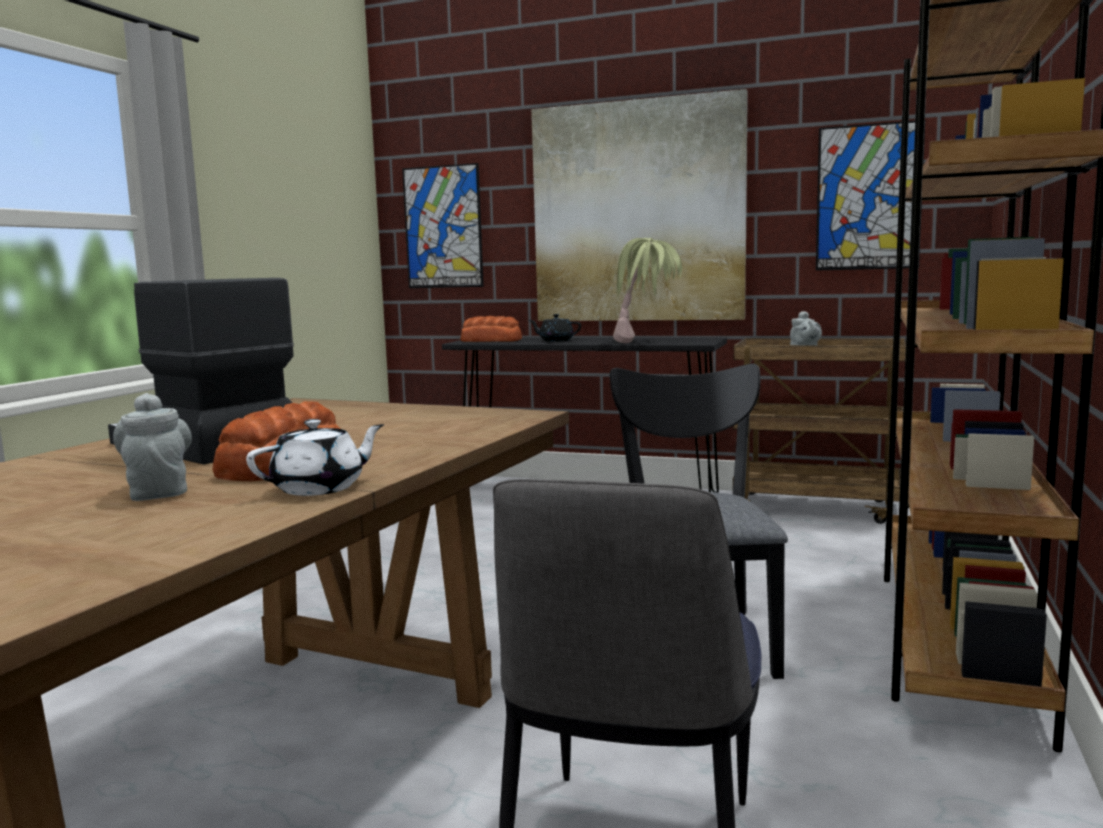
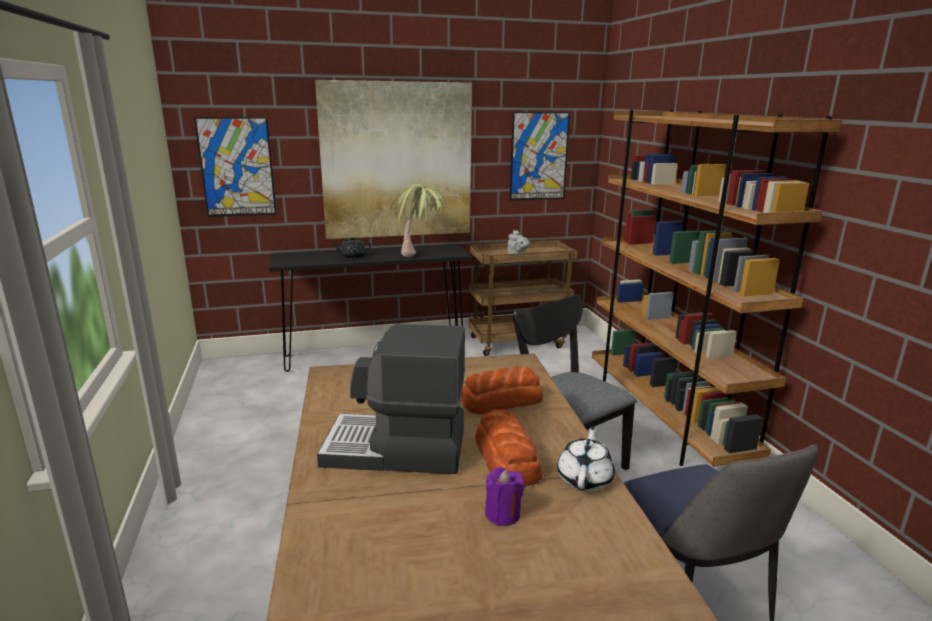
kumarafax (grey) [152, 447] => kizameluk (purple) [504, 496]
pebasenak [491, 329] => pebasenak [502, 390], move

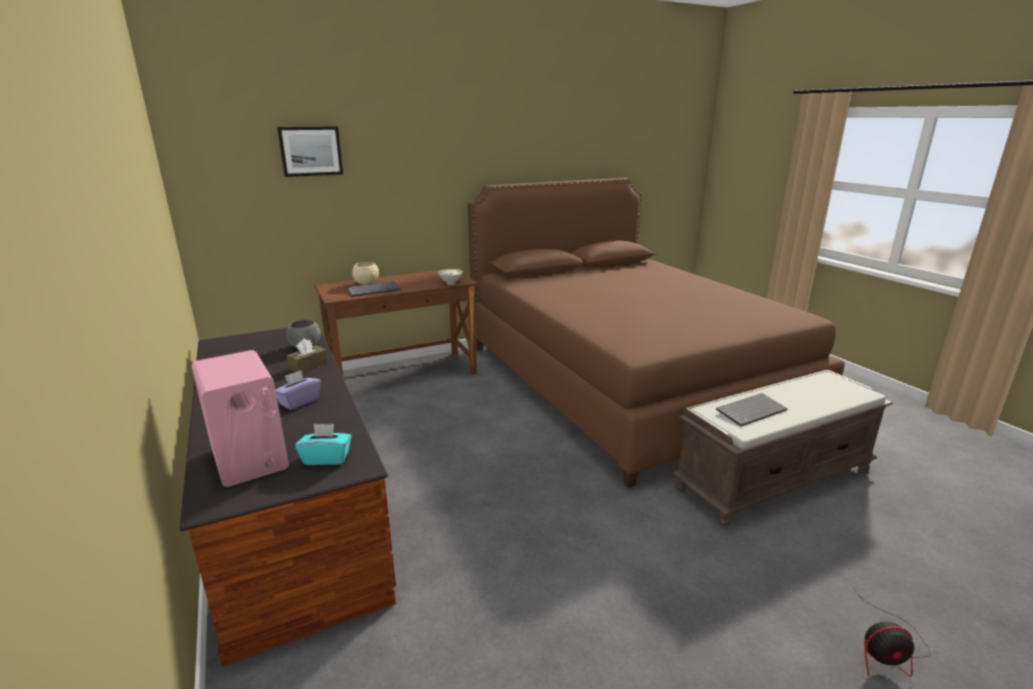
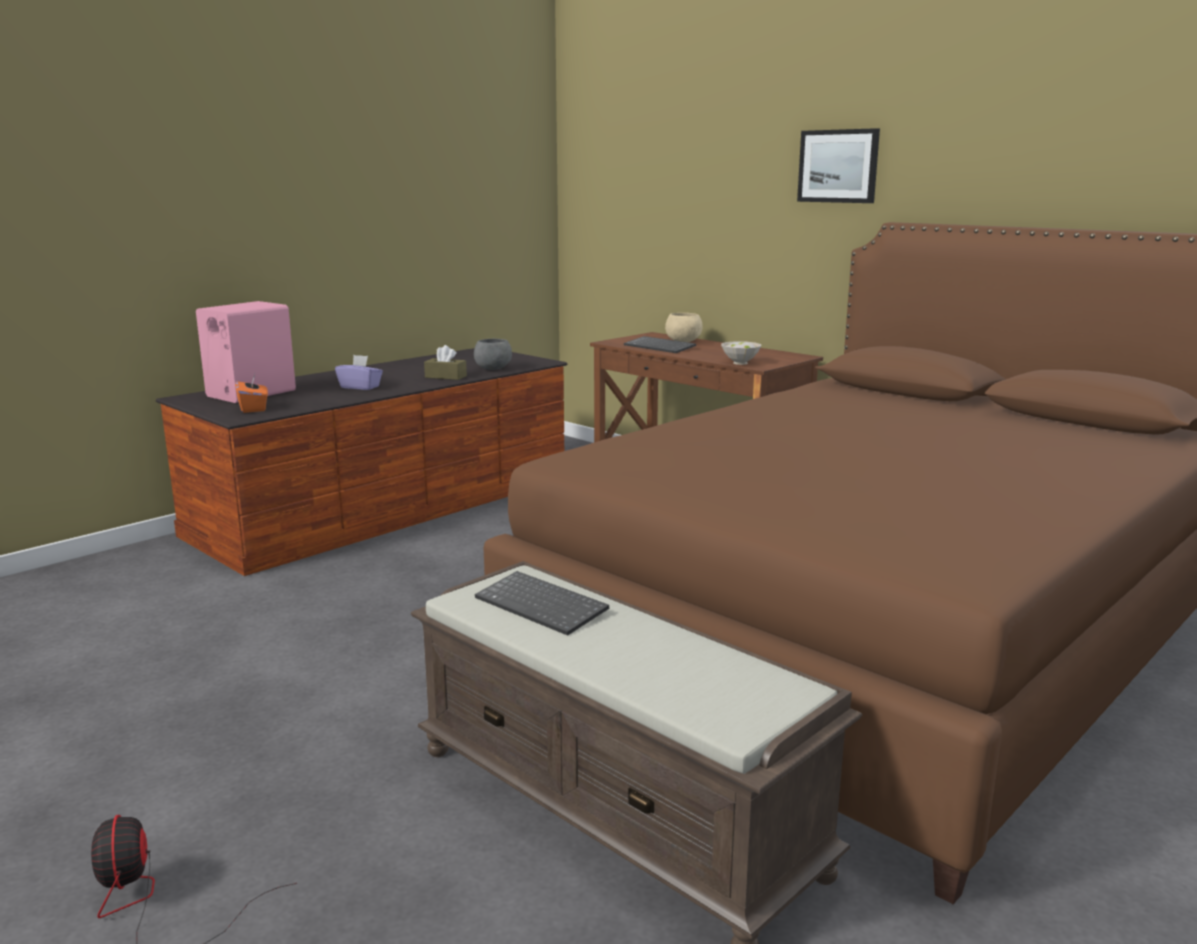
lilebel [310, 151] => lilebel [838, 165], move
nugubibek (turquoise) [323, 444] => nugubibek (orange) [251, 393]

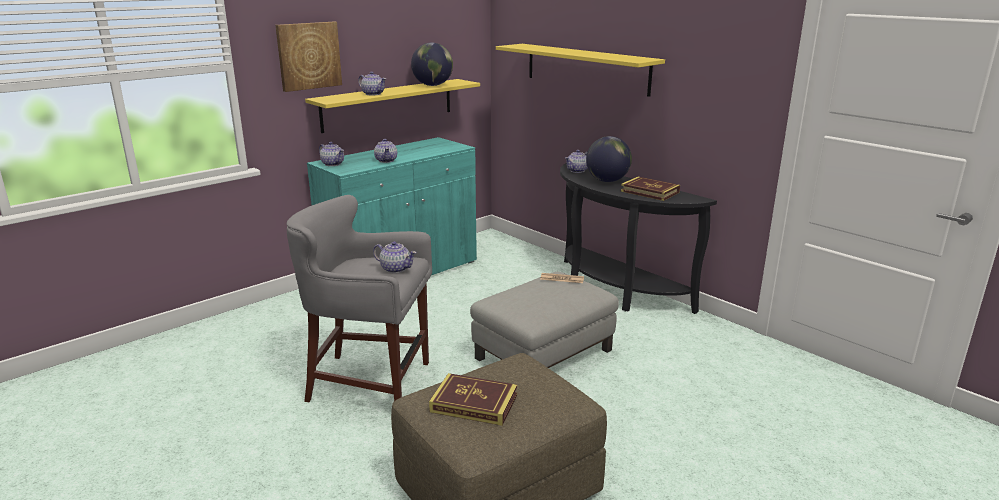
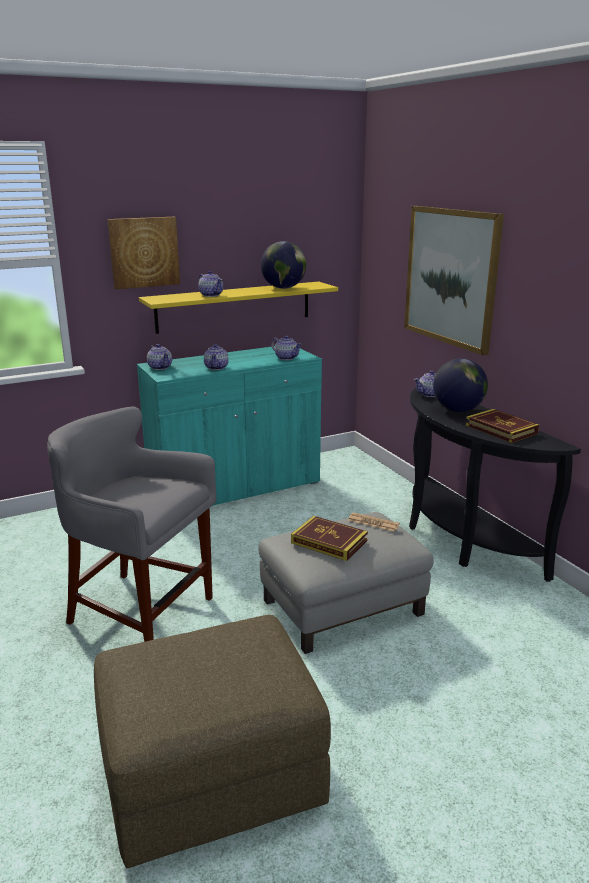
kumarafax [395, 257] => kumarafax [286, 347], move
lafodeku [473, 399] => lafodeku [329, 538], move
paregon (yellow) [580, 70] => lilebel [454, 281]

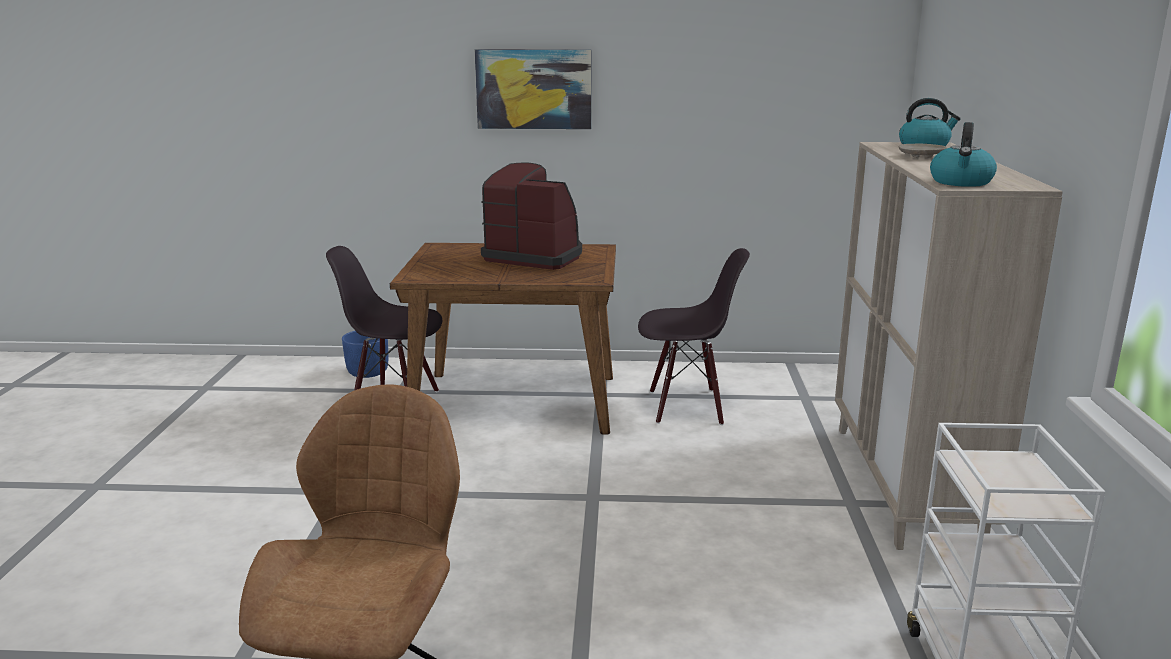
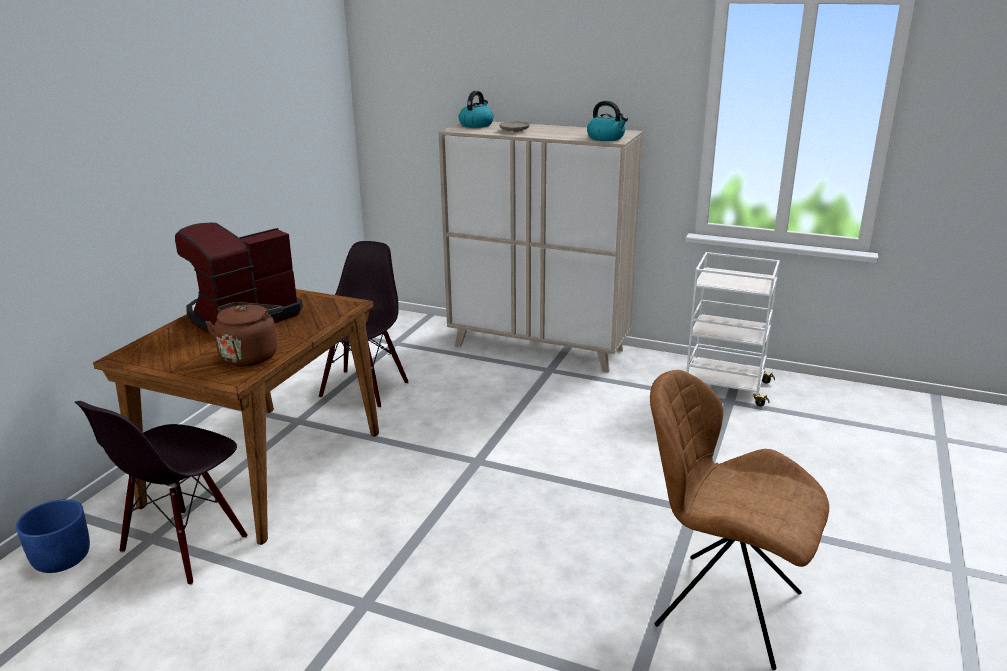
lilebel [533, 89] => nothing
nothing => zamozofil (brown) [243, 334]

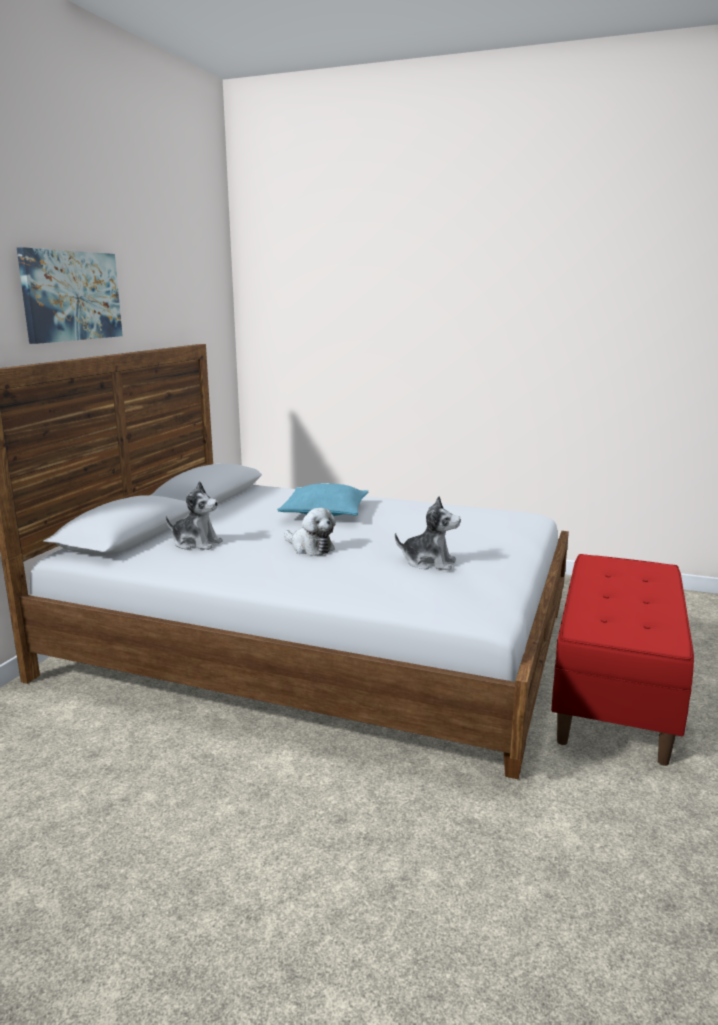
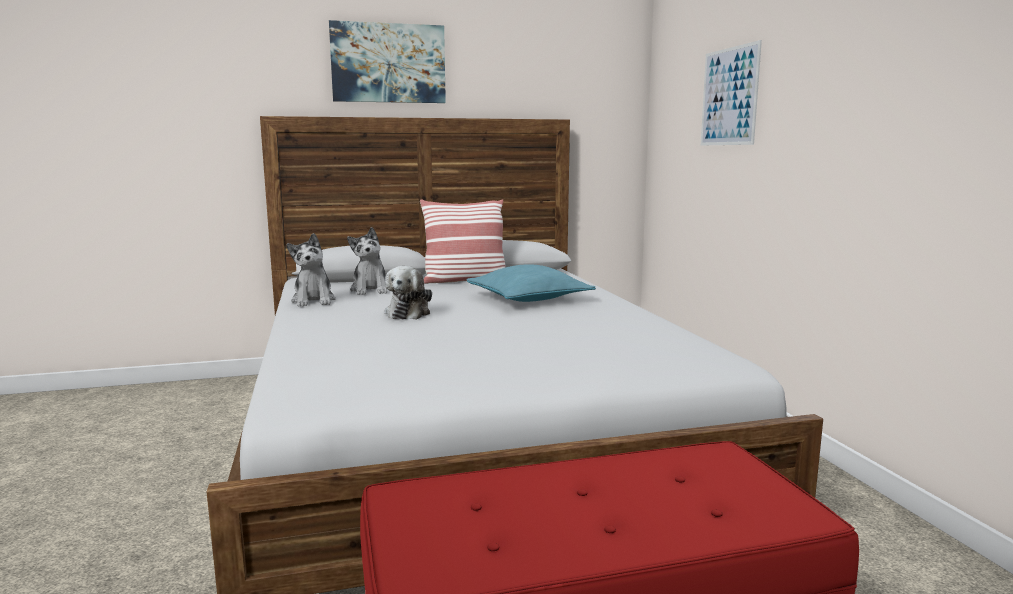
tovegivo [428, 533] => tovegivo [311, 270], move
nothing => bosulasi [462, 241]
nothing => lilebel [731, 92]

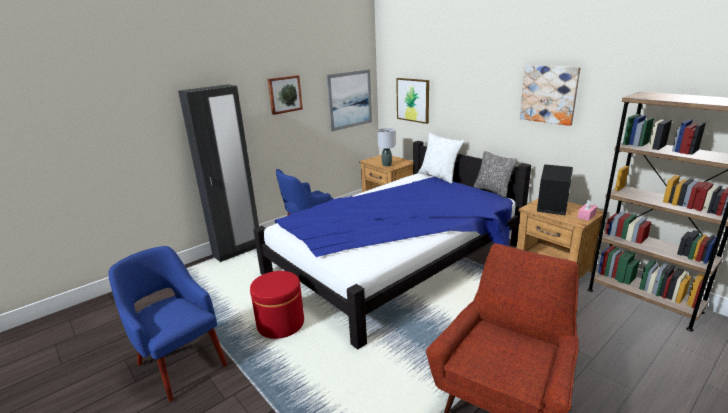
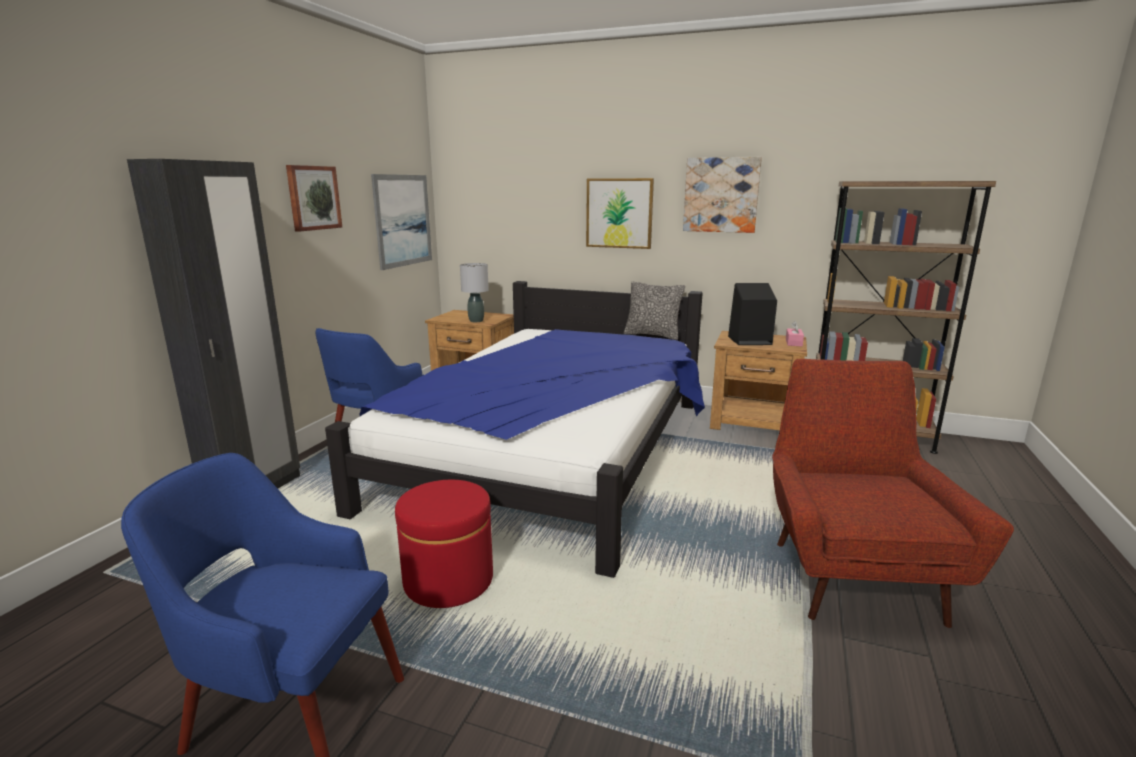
lilebel [412, 101] => lilebel [620, 213], move
bosulasi (white) [441, 158] => nothing

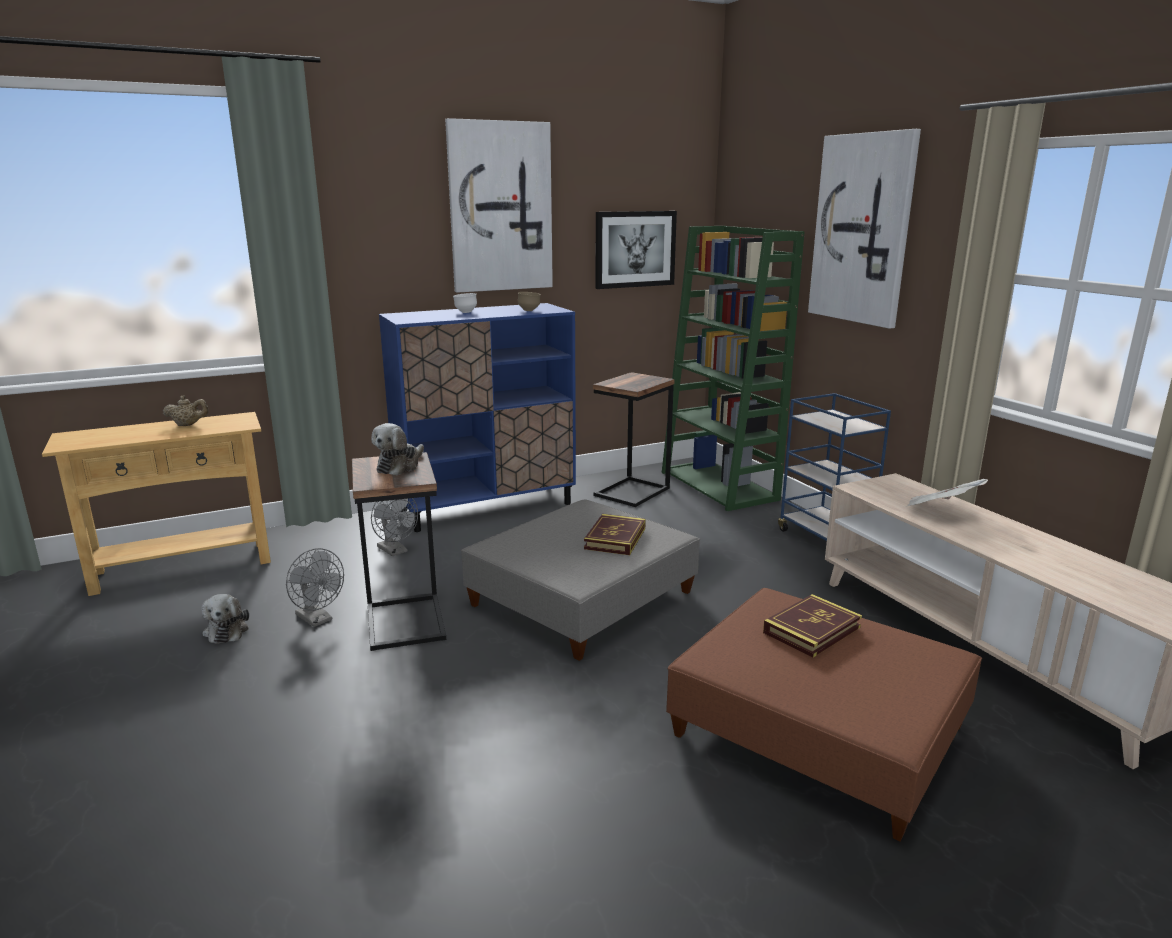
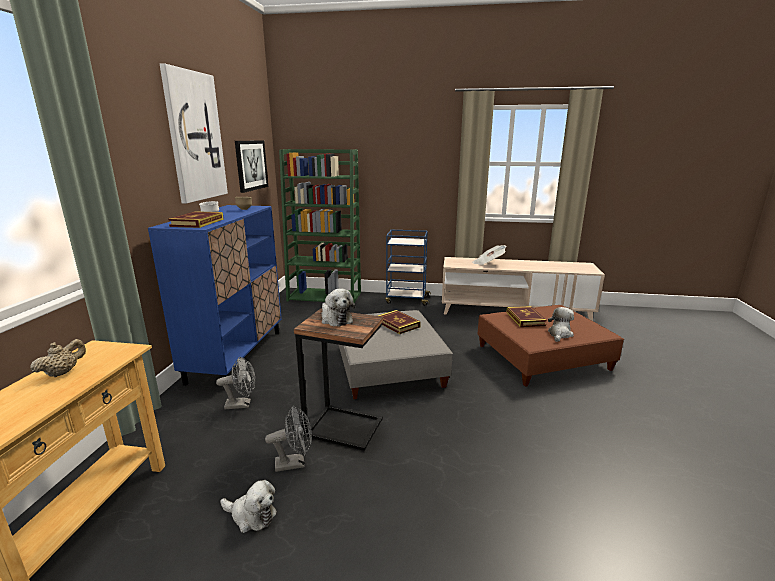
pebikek [634, 439] => nothing
lilebel [864, 229] => nothing
nothing => lafodeku [196, 219]
nothing => tovegivo [561, 324]

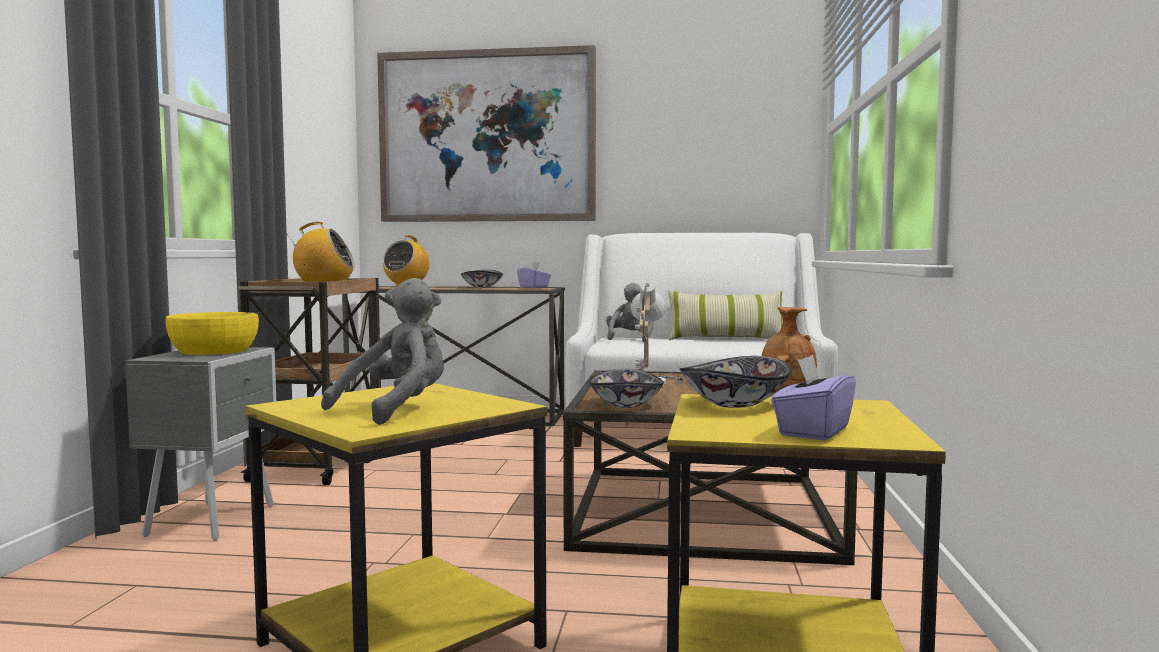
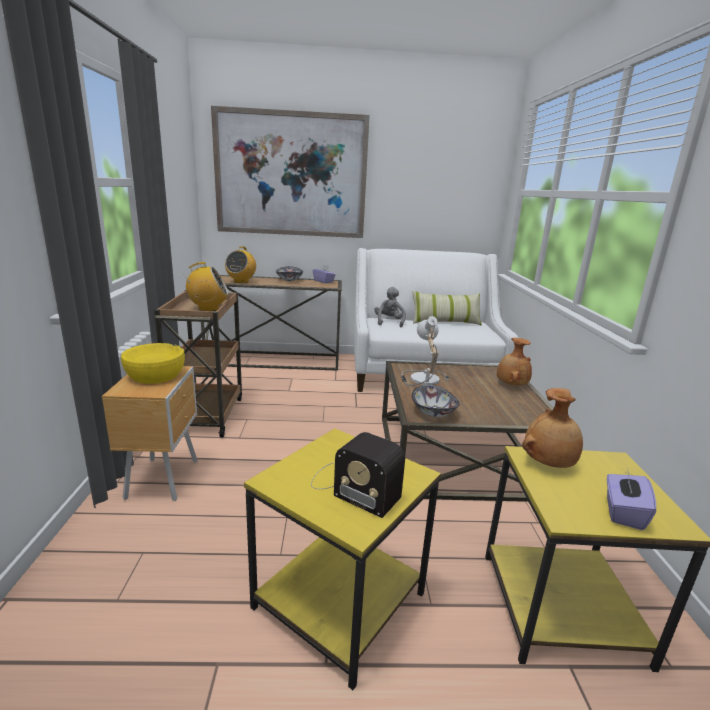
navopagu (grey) [200, 444] => navopagu (brown) [150, 433]
tovegivo (grey) [382, 351] => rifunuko [358, 475]
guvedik [736, 382] => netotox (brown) [552, 428]

